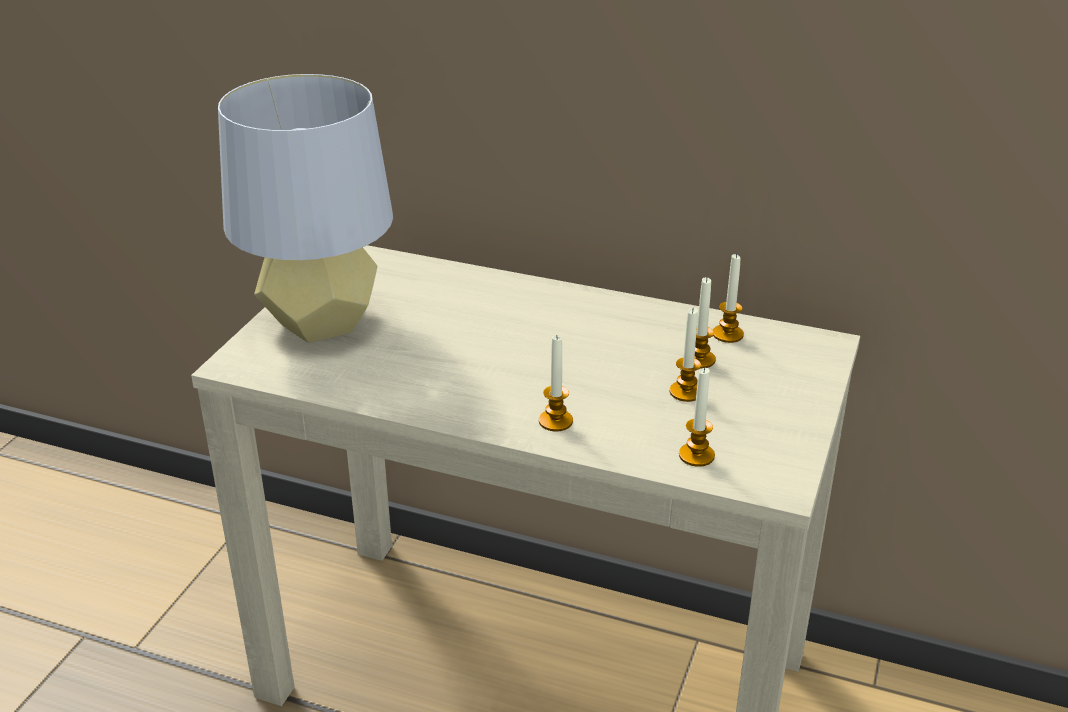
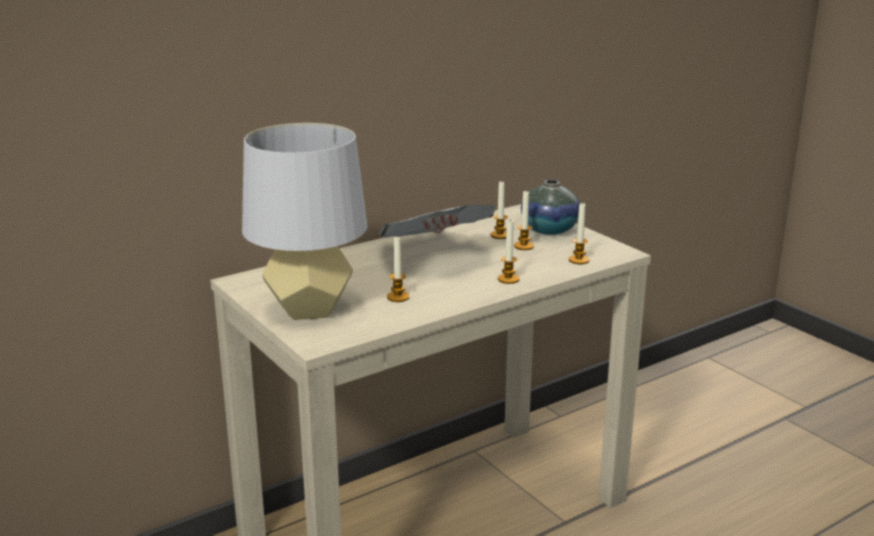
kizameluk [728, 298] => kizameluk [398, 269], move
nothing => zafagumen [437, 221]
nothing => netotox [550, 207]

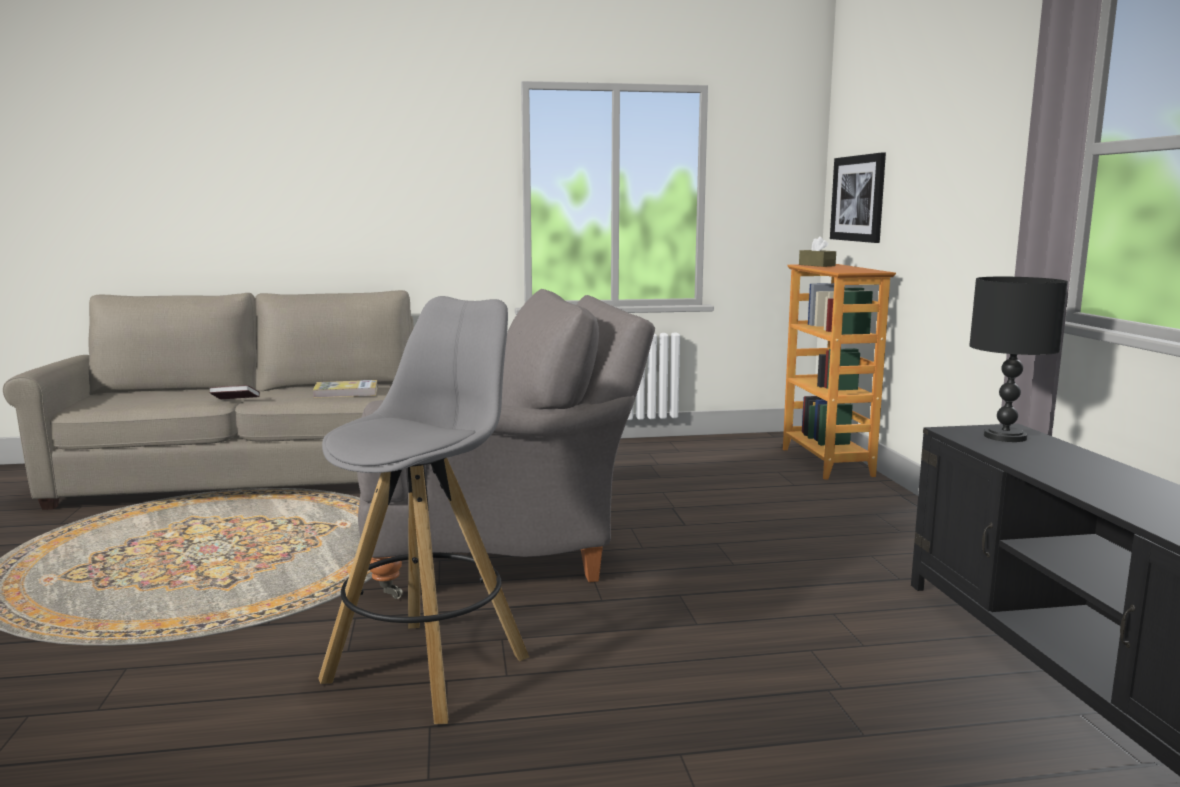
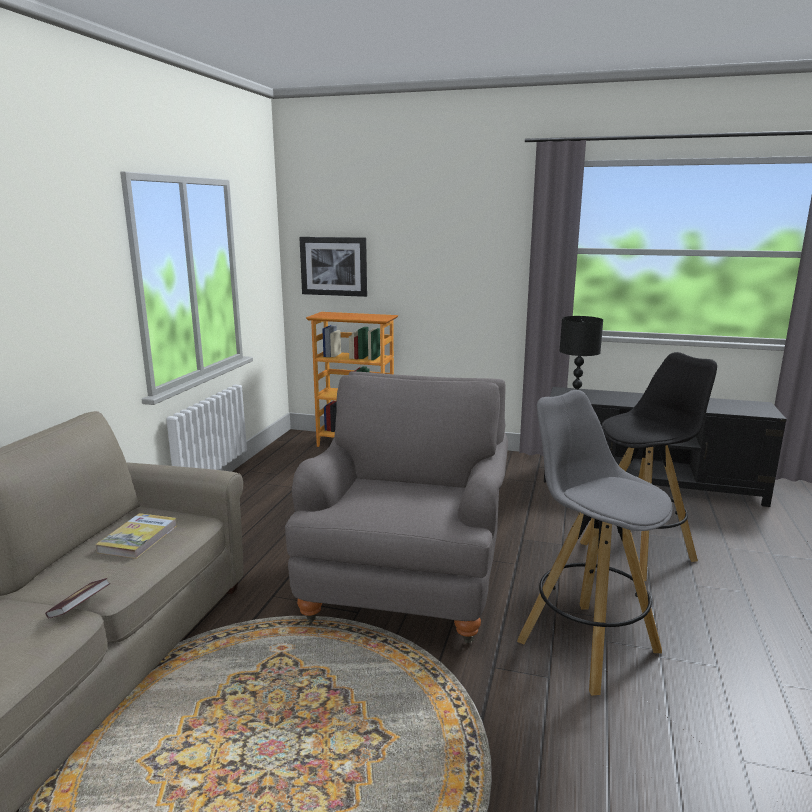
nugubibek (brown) [817, 251] => nothing
nothing => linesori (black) [648, 466]

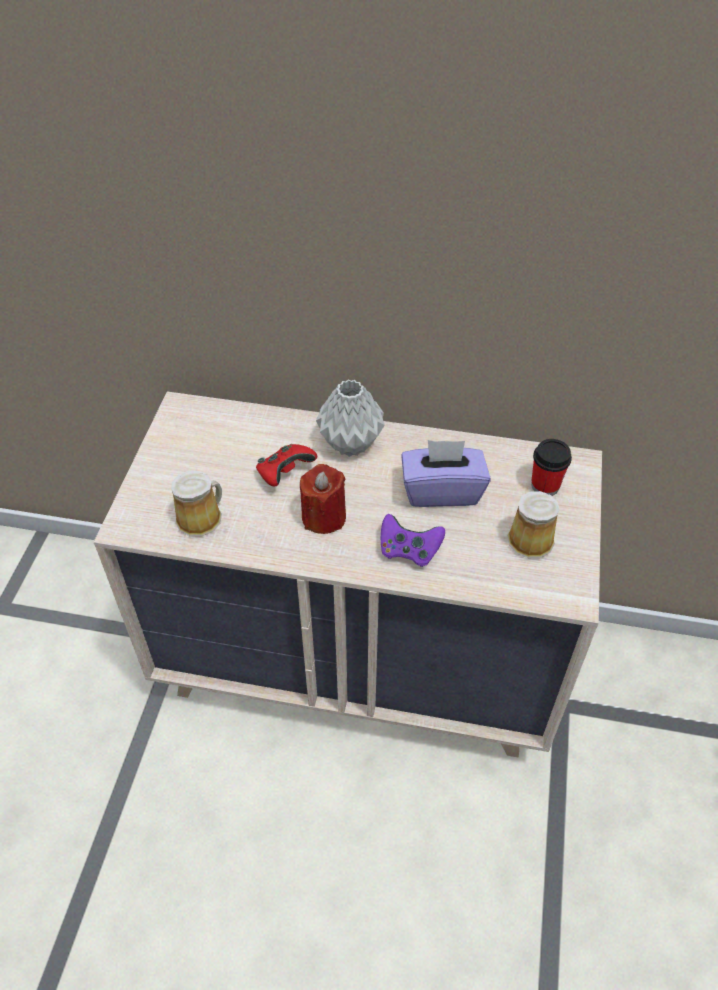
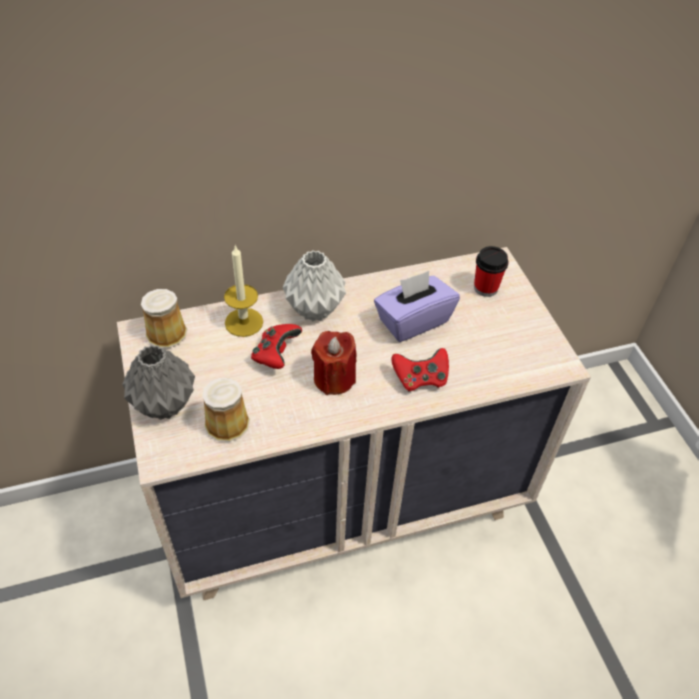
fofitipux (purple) [413, 540] => fofitipux (red) [420, 369]
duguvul [533, 524] => duguvul [164, 318], move
nothing => netotox (grey) [158, 382]
nothing => kizameluk [243, 291]

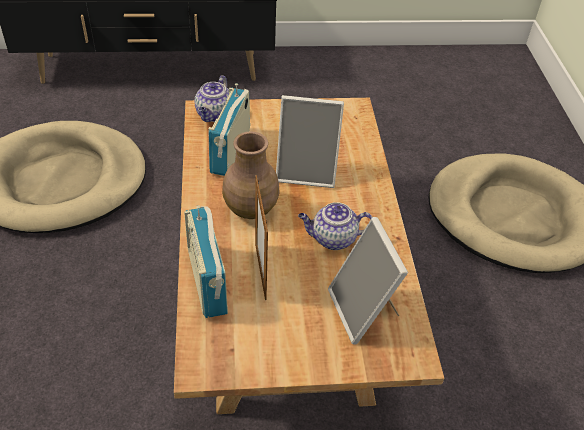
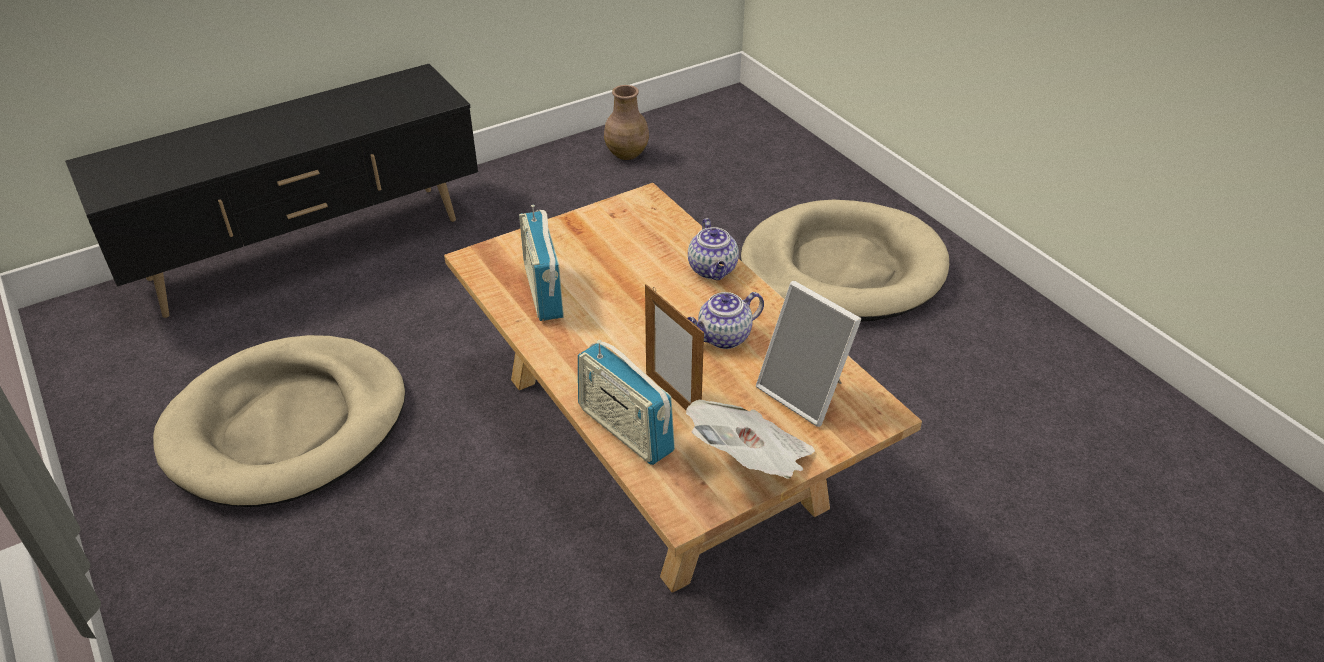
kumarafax [212, 98] => kumarafax [713, 249], move
netotox (brown) [250, 175] => netotox (brown) [626, 122], move
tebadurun [310, 141] => nothing
nothing => zafagumen [750, 439]

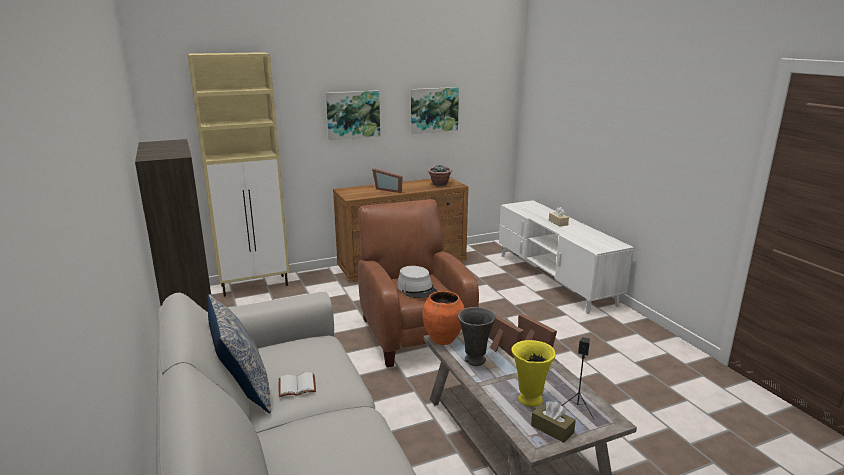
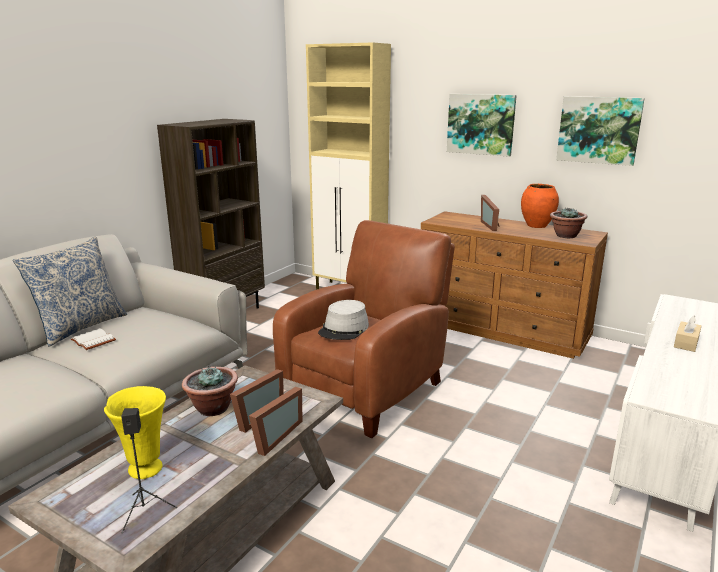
netotox (orange) [443, 318] => netotox (orange) [540, 206], move
netotox (grey) [477, 336] => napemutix [210, 391]
nugubibek (brown) [553, 422] => nothing

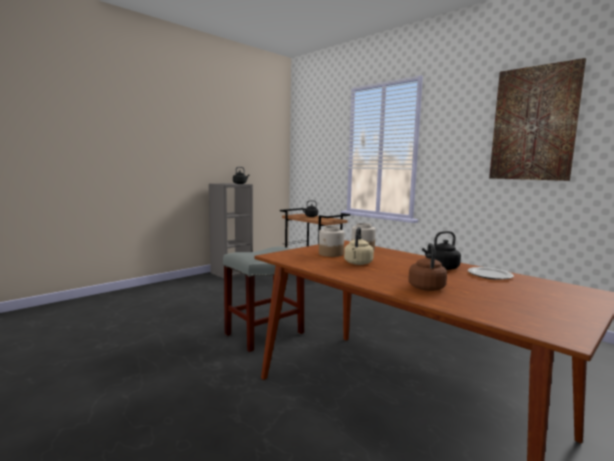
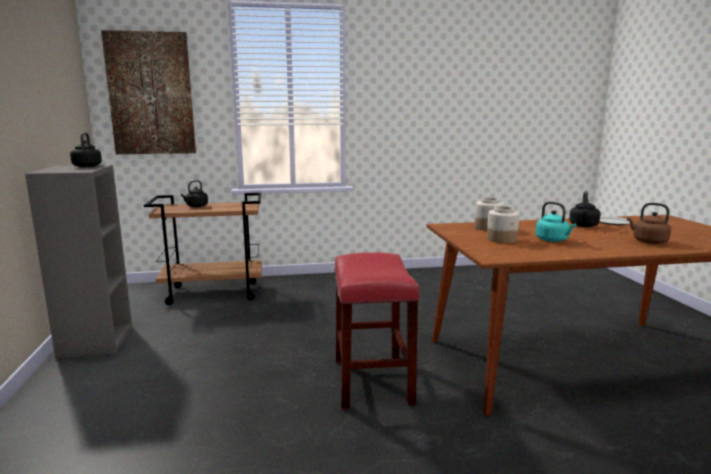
linesori (grey) [263, 300] => linesori (red) [377, 330]
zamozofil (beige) [359, 246] => zamozofil (turquoise) [556, 221]
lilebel [537, 119] => lilebel [148, 92], move

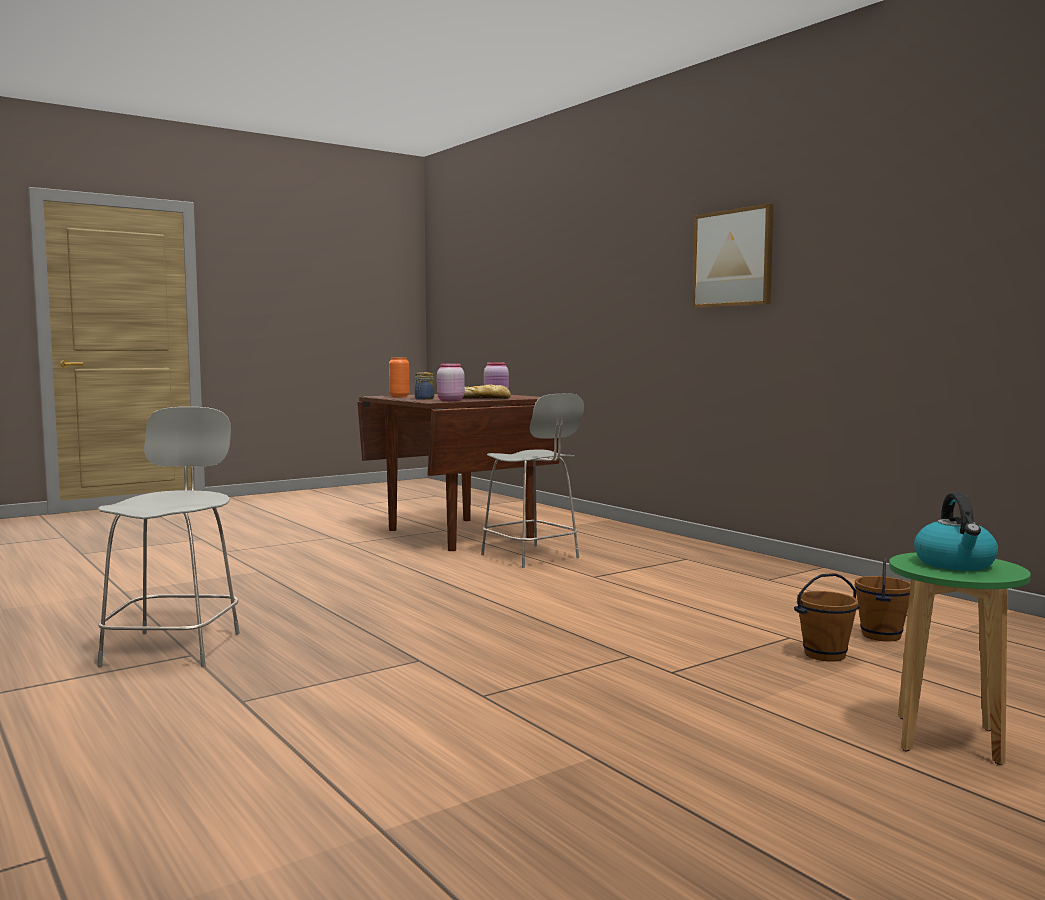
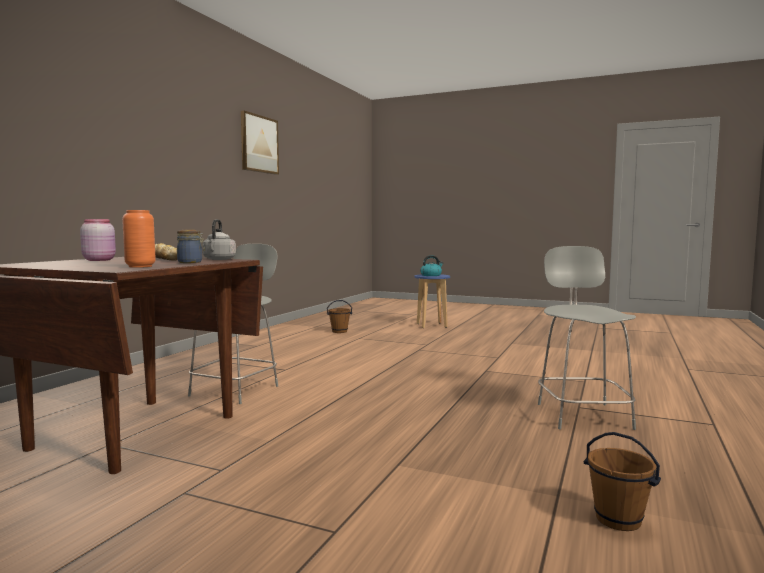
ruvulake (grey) [168, 537] => ruvulake (grey) [587, 338], 120 degrees clockwise
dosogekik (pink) [451, 382] => zamozofil (grey) [219, 239]
lilebel [733, 256] => lilebel [260, 143], move
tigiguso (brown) [827, 617] => tigiguso (brown) [622, 481], move
linesori (green) [960, 658] => linesori (blue) [432, 301]

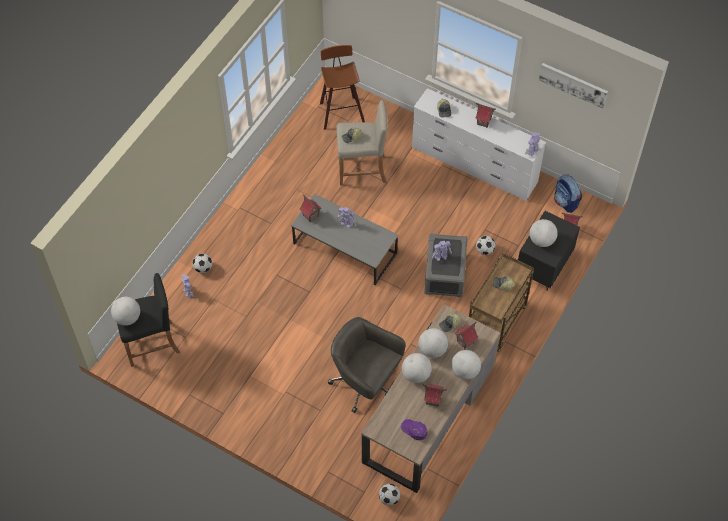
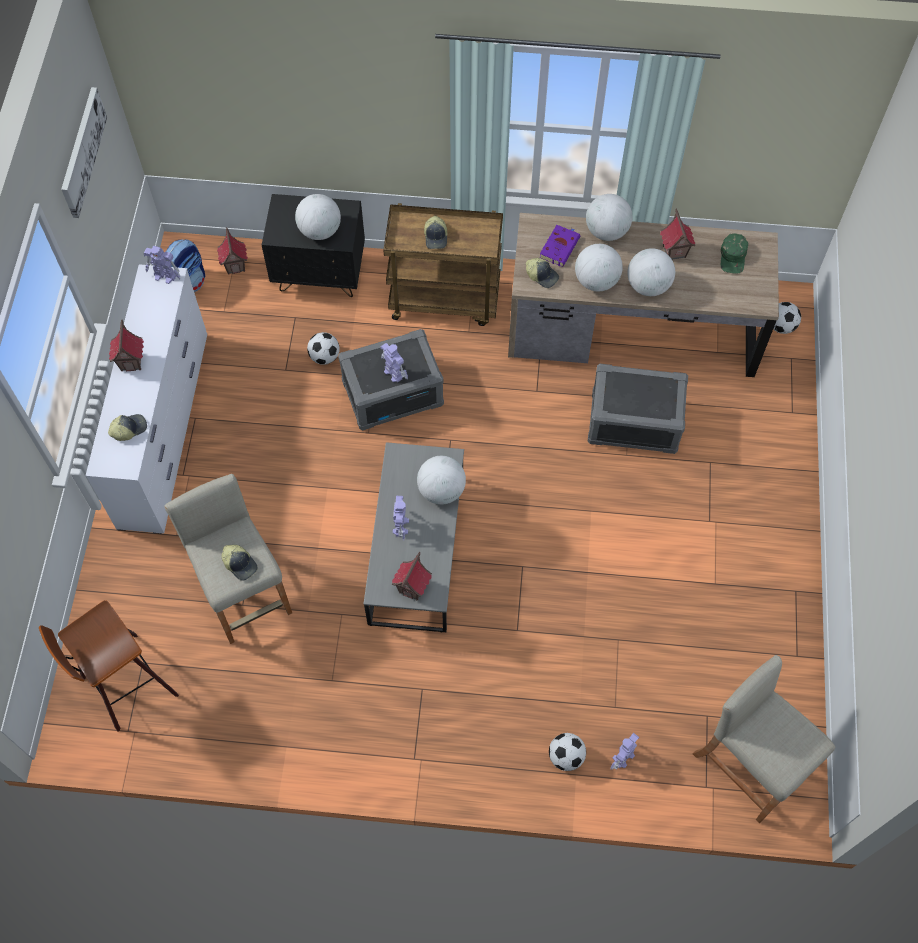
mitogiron [125, 311] => mitogiron [441, 480], move
linesori (black) [148, 320] => linesori (beige) [763, 739]
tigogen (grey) [367, 365] => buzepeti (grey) [638, 409]
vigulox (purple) [414, 429] => vigulox (green) [734, 253]
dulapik [466, 335] => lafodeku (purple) [559, 246]

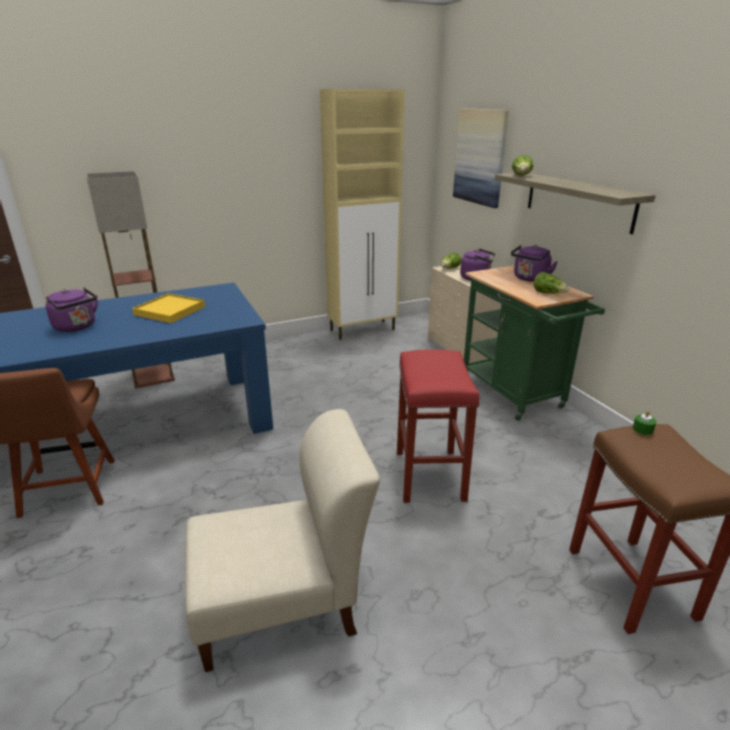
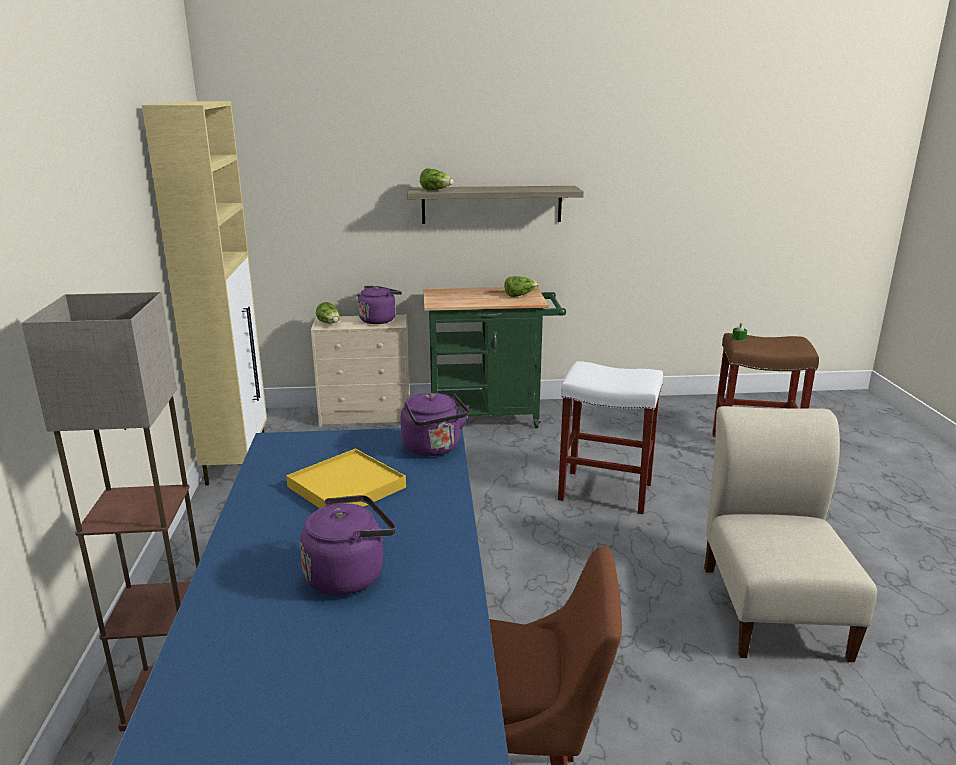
linesori (red) [438, 426] => linesori (white) [610, 437]
lilebel [481, 158] => nothing
zamozofil (purple) [534, 263] => zamozofil (purple) [435, 424], move

